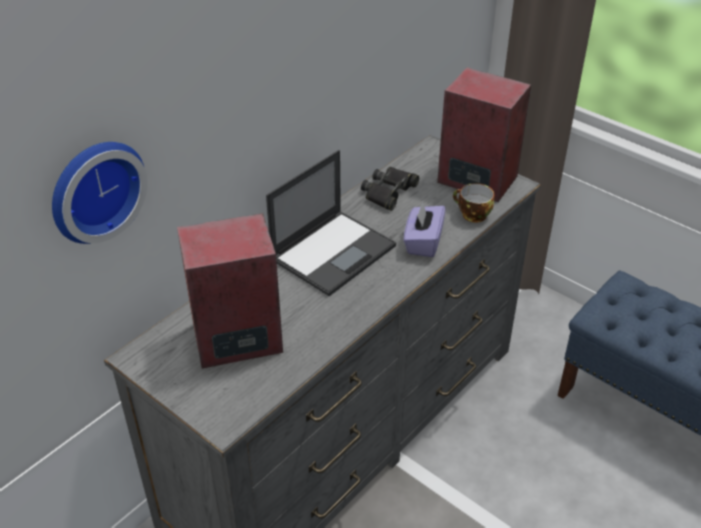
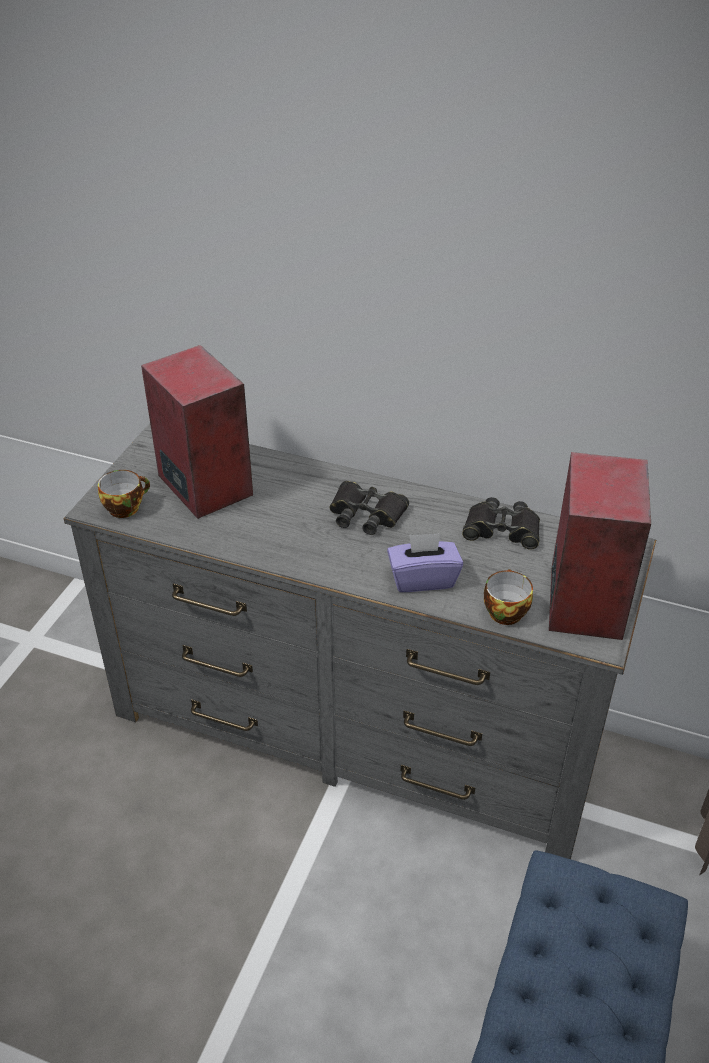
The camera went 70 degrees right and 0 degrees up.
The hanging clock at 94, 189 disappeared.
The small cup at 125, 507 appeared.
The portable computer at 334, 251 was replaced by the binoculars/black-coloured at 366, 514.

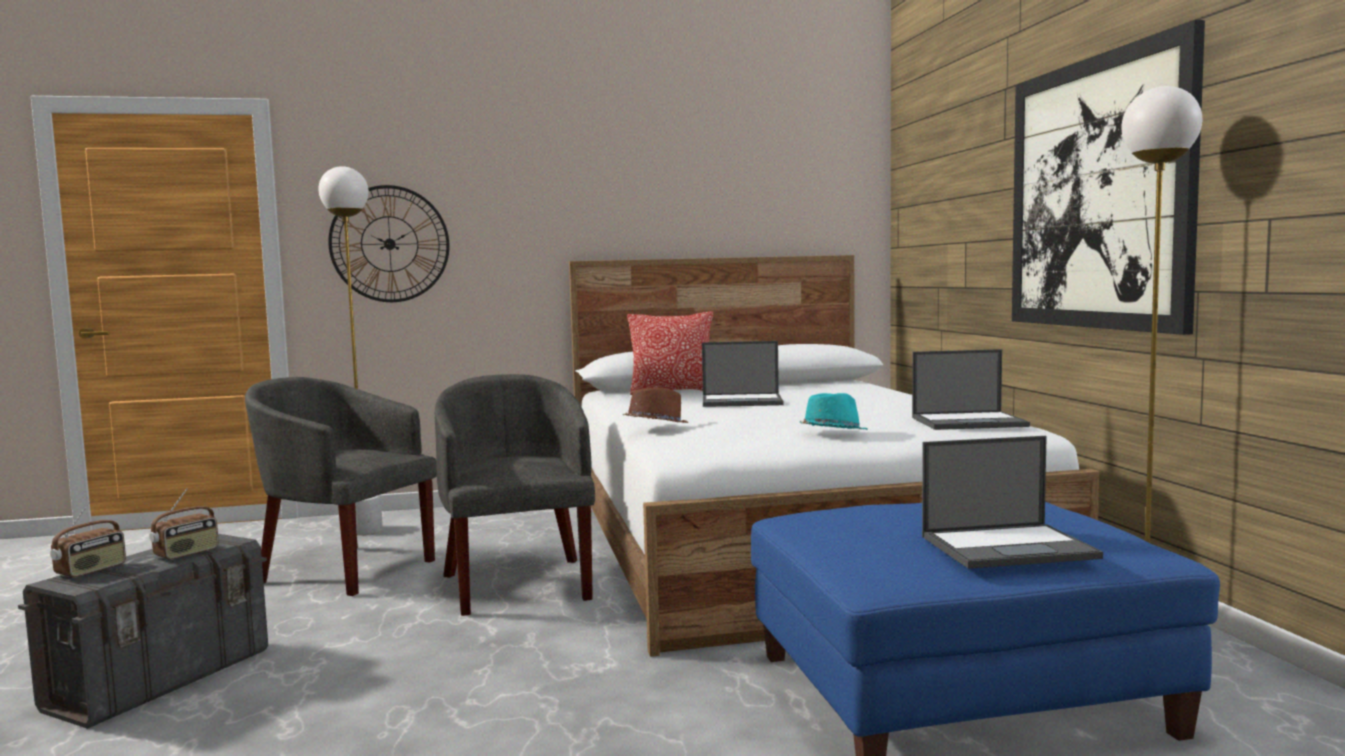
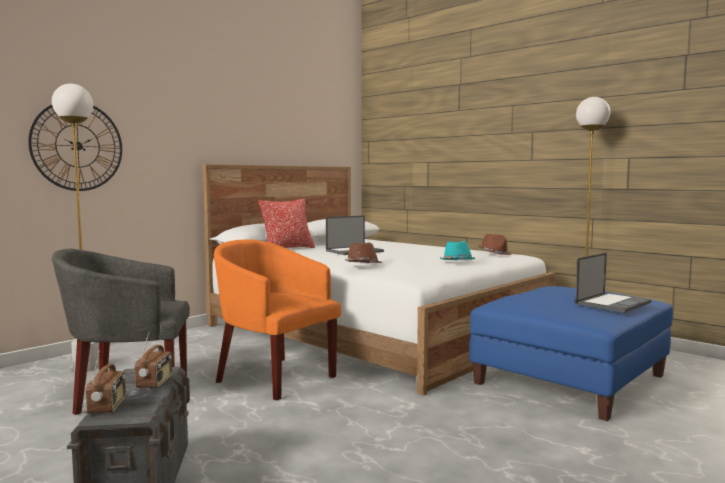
The camera went 35 degrees left and 0 degrees up.
The picture at 1097, 194 disappeared.
The portable computer at 969, 422 was replaced by the clothing hat/brownish at 494, 253.
The easy chair/grey at 518, 583 became the easy chair/orangey at 274, 377.

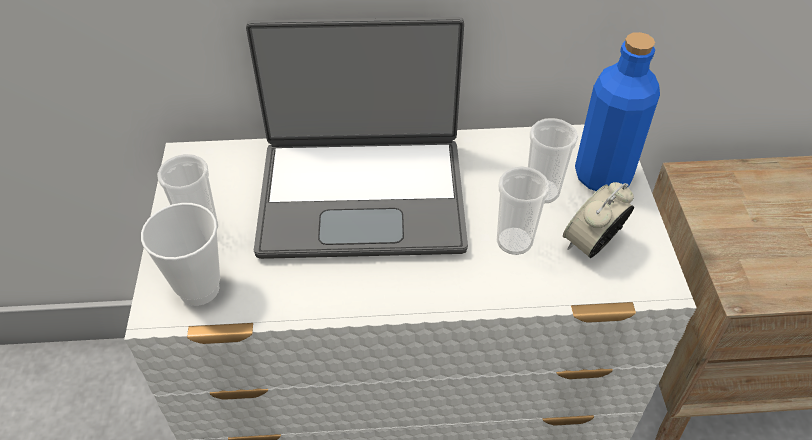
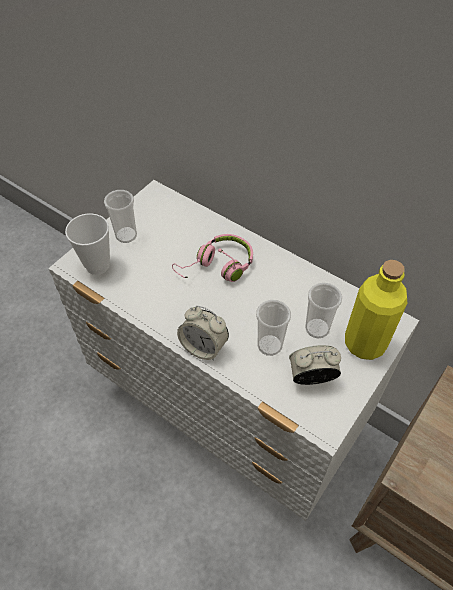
The camera went 40 degrees right and 5 degrees up.
The bedside clock at 204, 347 appeared.
The portable computer at 362, 195 was replaced by the pair of headphones/pink at 217, 267.
The beverage bottle/blue-coloured at 602, 176 became the beverage bottle/yellowish at 364, 343.

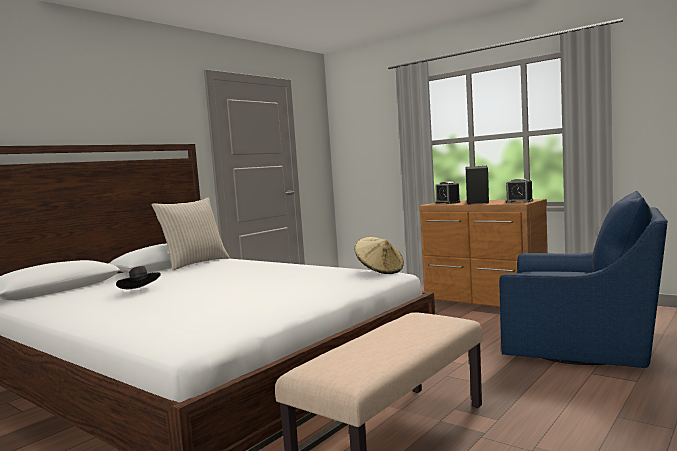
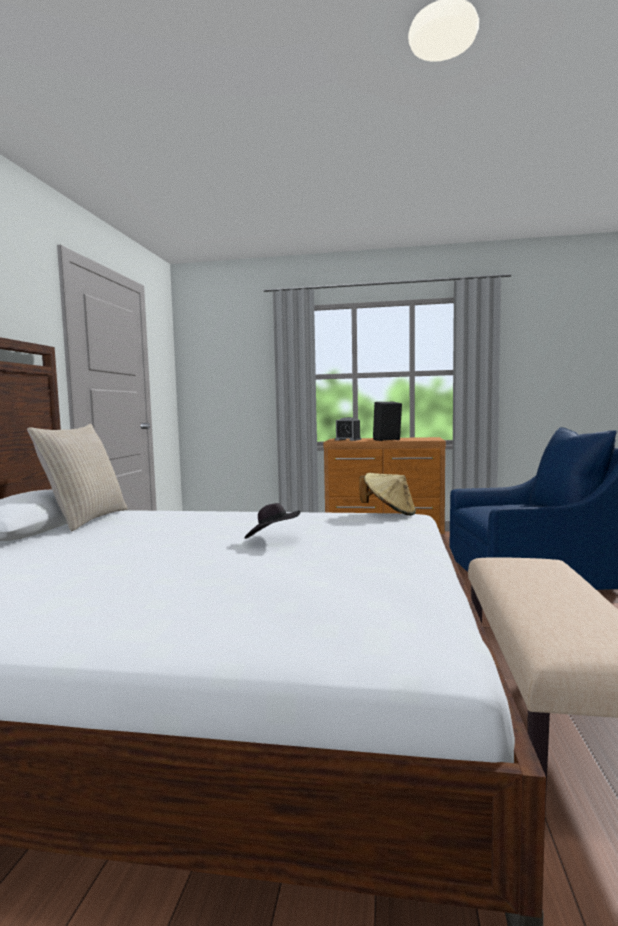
The camera went 30 degrees left and 0 degrees up.
The bedside clock at 519, 202 disappeared.
The clothing hat/black-coloured moved from 140, 291 to 273, 539.

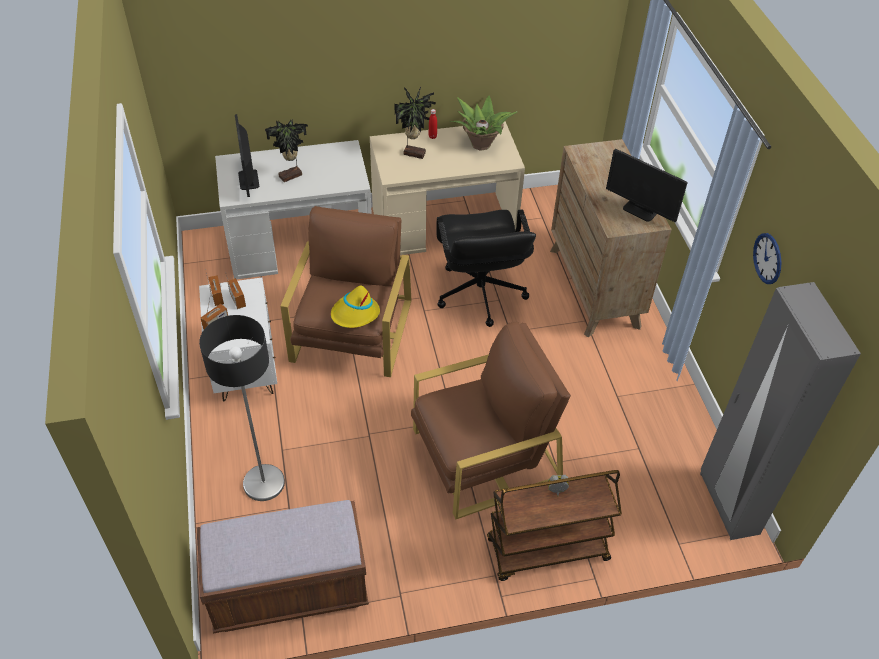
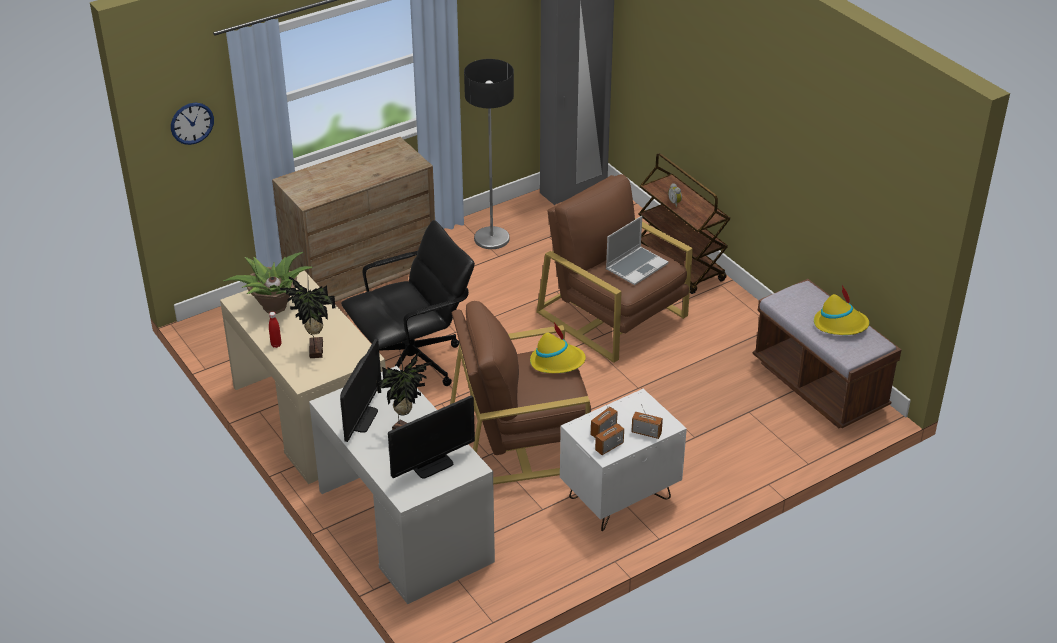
The camera went 110 degrees left and 10 degrees down.
The portable computer at 636, 266 appeared.
The clothing hat/yellowish at 840, 324 appeared.
The standard lamp moved from 263, 483 to 492, 238.
The monitor moved from 640, 210 to 361, 418.
The hanging clock moved from 767, 258 to 192, 123.

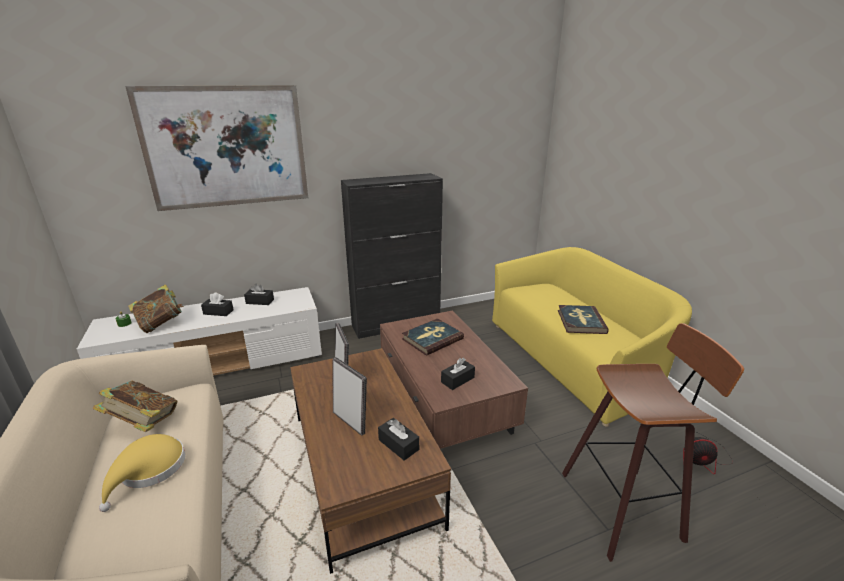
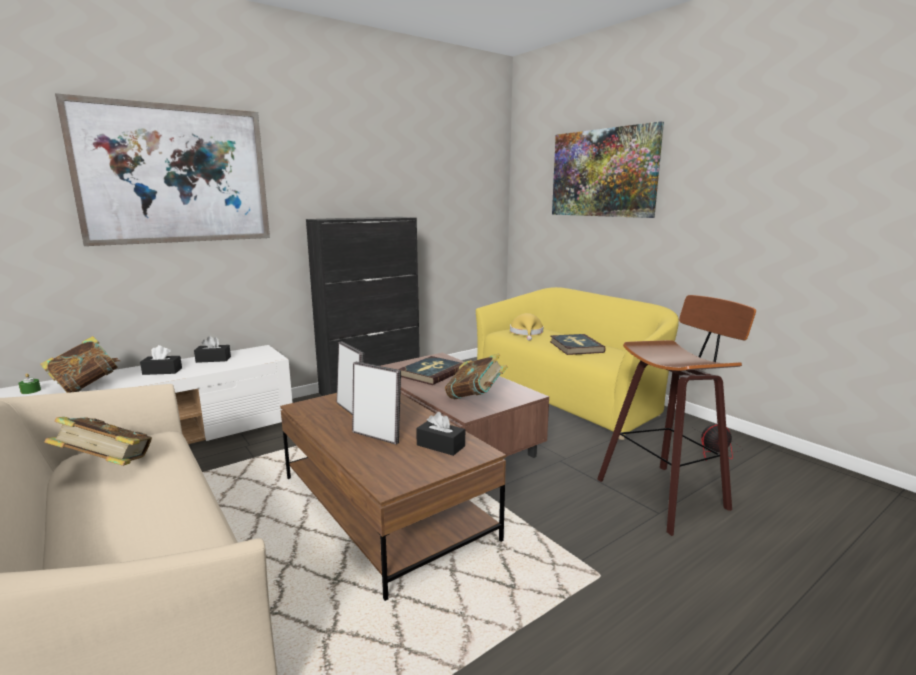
The camera went 15 degrees left and 10 degrees down.
The picture at 603, 173 appeared.
The clothing hat/yellowish moved from 149, 471 to 526, 333.
The tissue holder/black-coloured at 457, 380 was replaced by the volume at 475, 398.

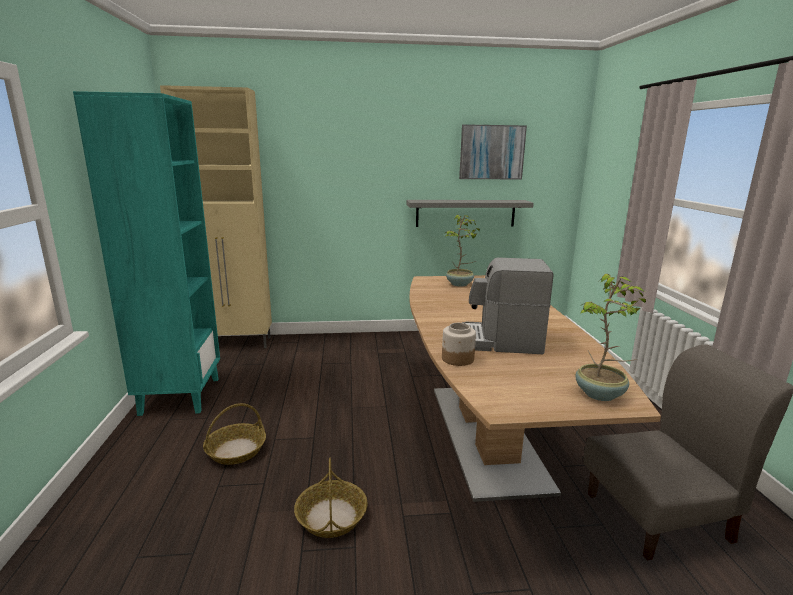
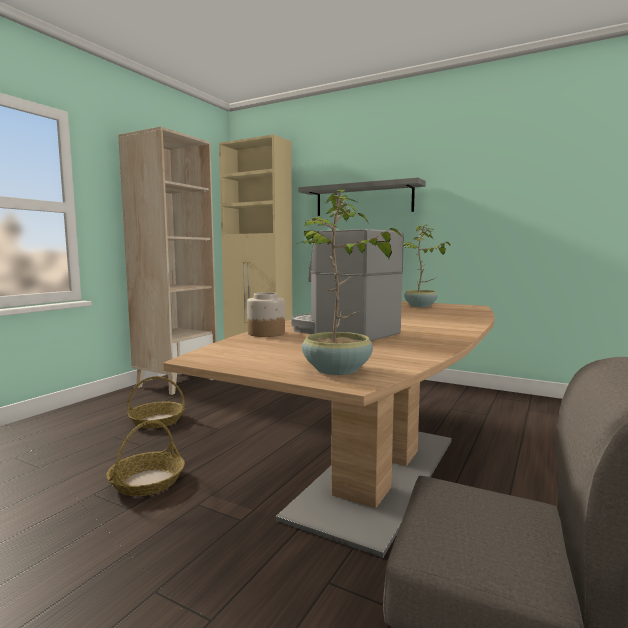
The camera went 35 degrees right and 10 degrees down.
The picture at 491, 152 disappeared.
The shelf/grey moved from 465, 213 to 363, 199.
The shelving unit/turquoise-coloured at 180, 395 became the shelving unit/sand-coloured at 176, 383.

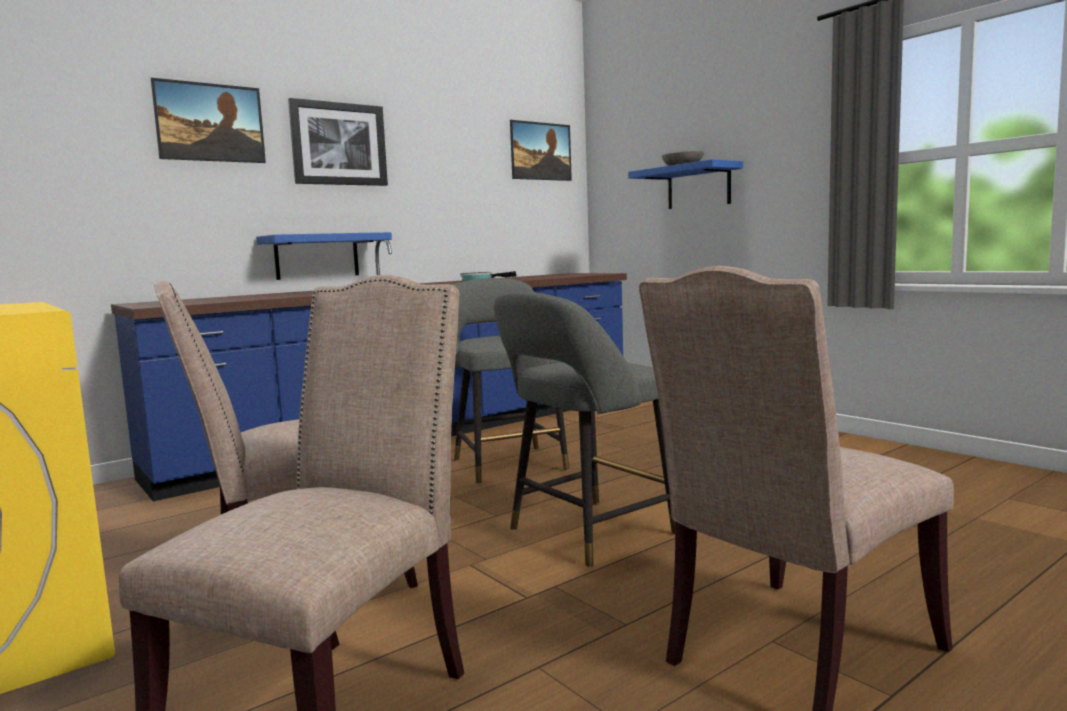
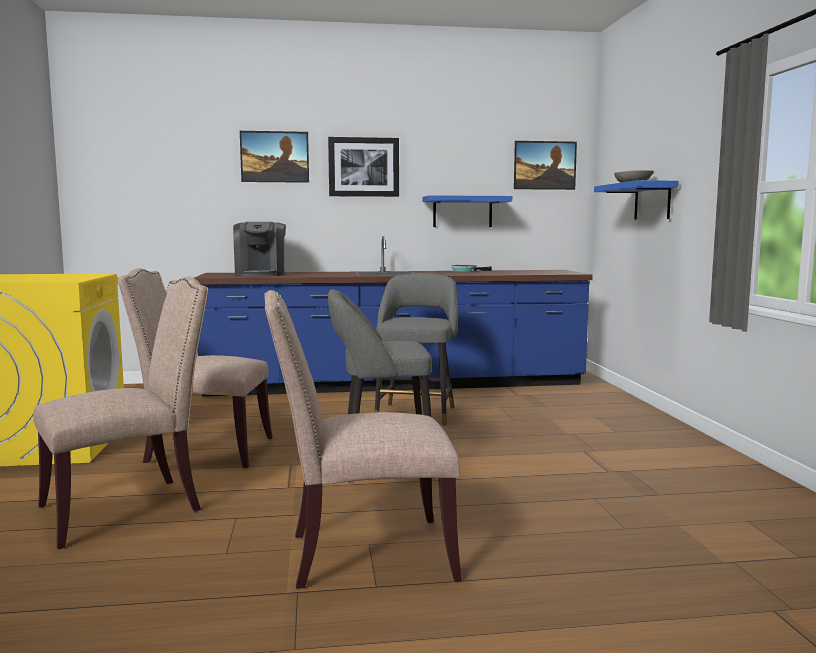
The camera went 30 degrees right and 0 degrees up.
The coffee brewer at 261, 274 appeared.
The shelf/blue-coloured moved from 317, 256 to 462, 212.

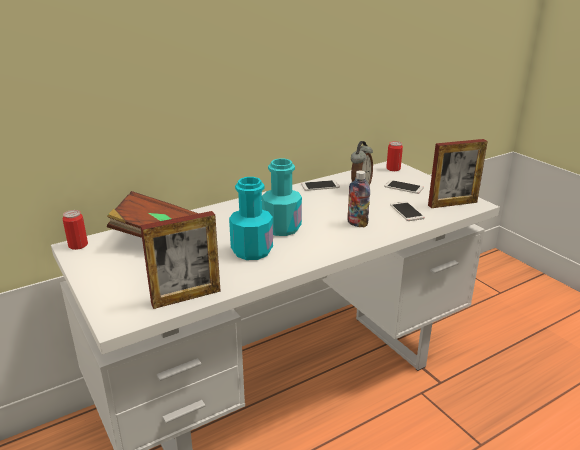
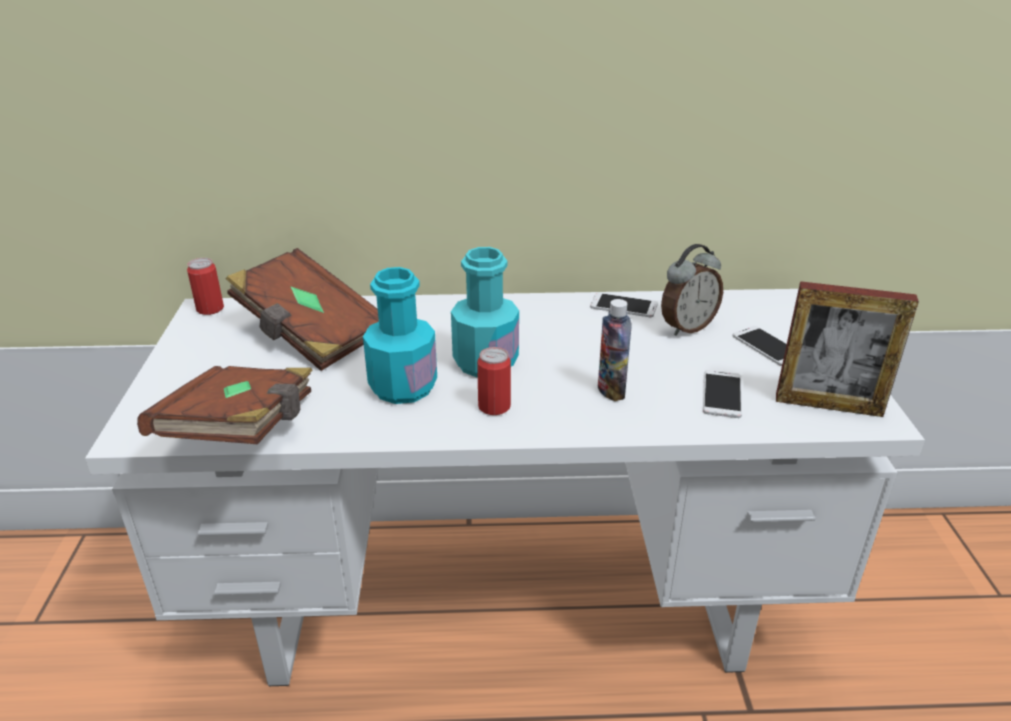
The camera went 30 degrees right and 5 degrees up.
The sealed can moved from 393, 169 to 494, 406.
The standing frame at 186, 297 was replaced by the volume/brownish at 244, 430.

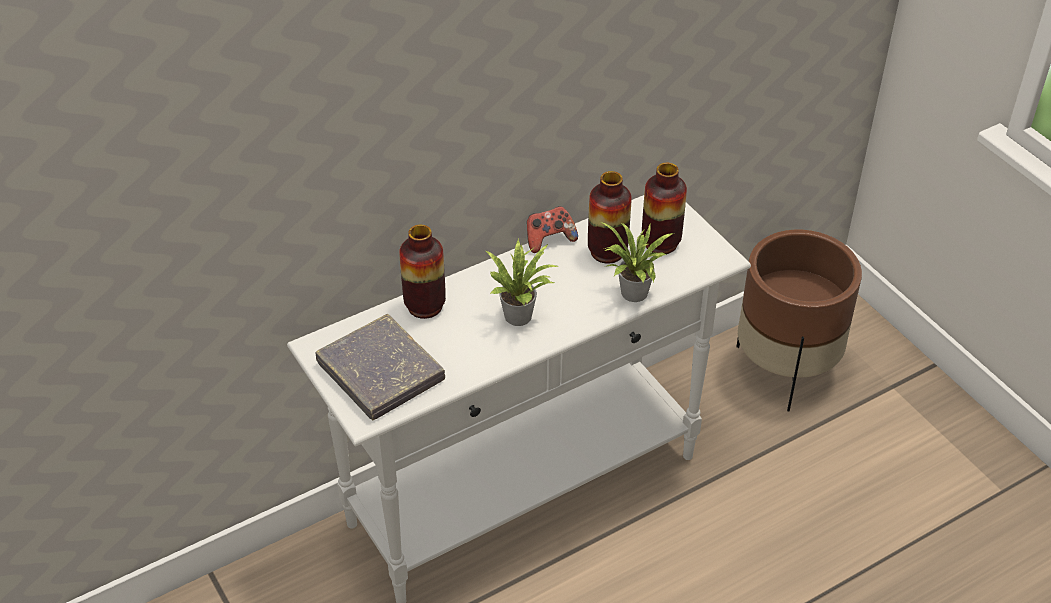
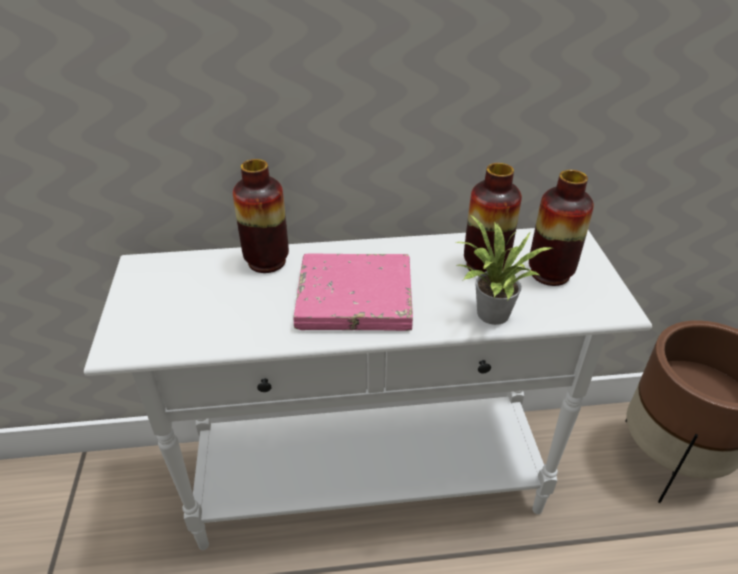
The camera went 25 degrees right and 5 degrees down.
The volume/grey at 380, 372 disappeared.
The joypad at 549, 240 disappeared.
The houseplant at 521, 315 was replaced by the volume/pink at 354, 298.

